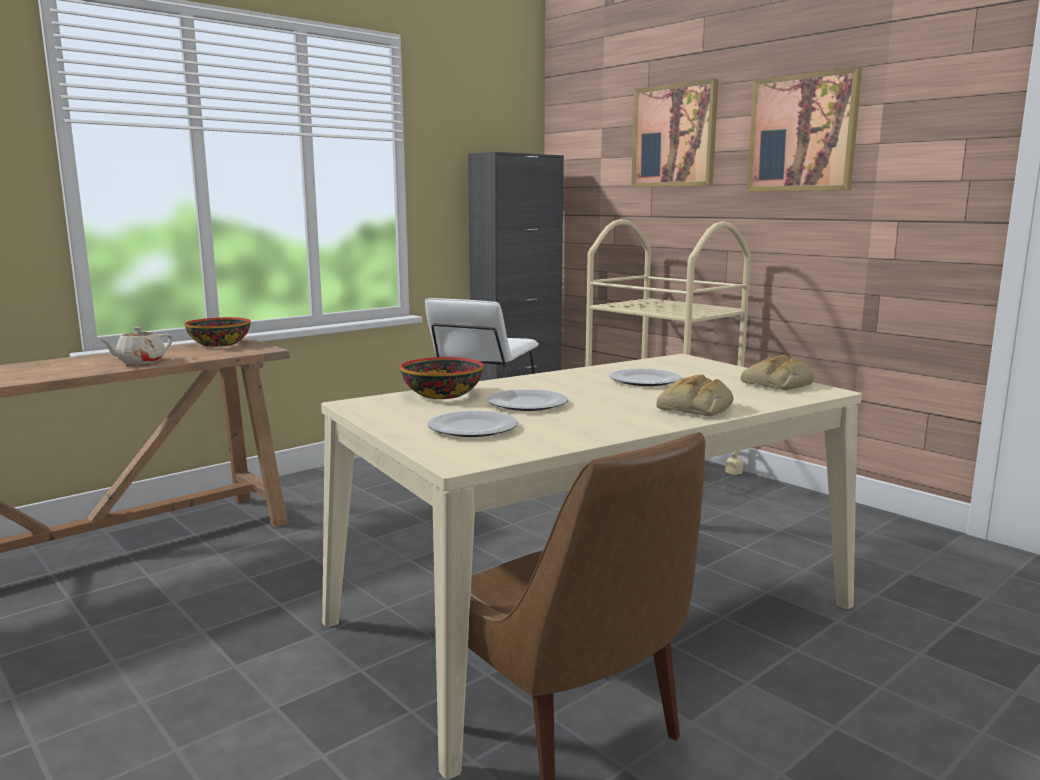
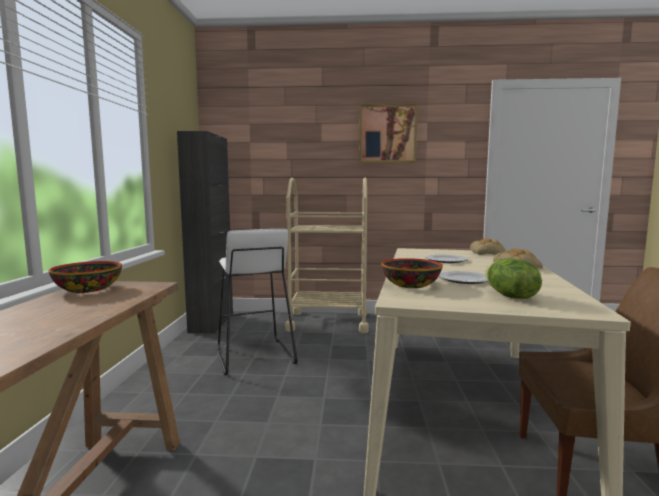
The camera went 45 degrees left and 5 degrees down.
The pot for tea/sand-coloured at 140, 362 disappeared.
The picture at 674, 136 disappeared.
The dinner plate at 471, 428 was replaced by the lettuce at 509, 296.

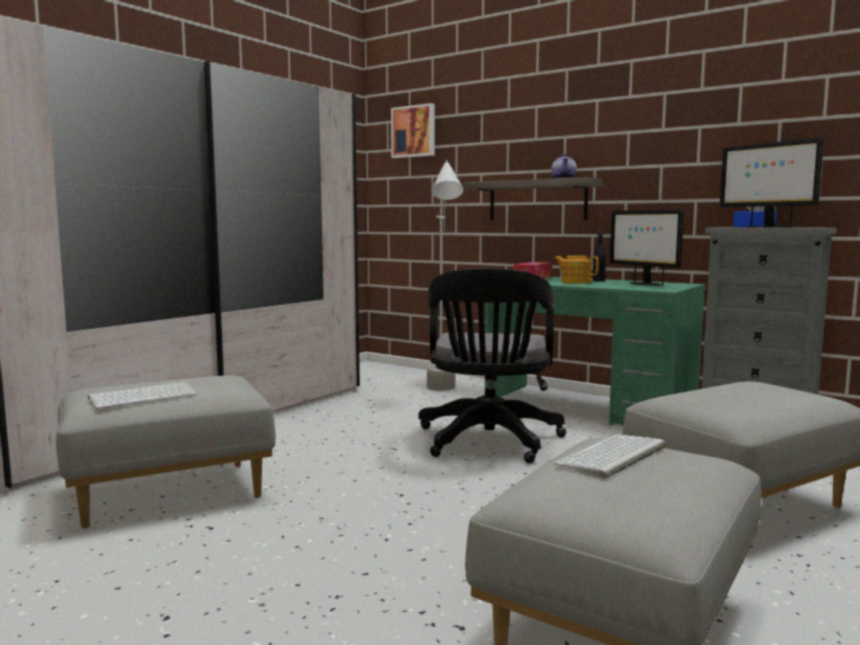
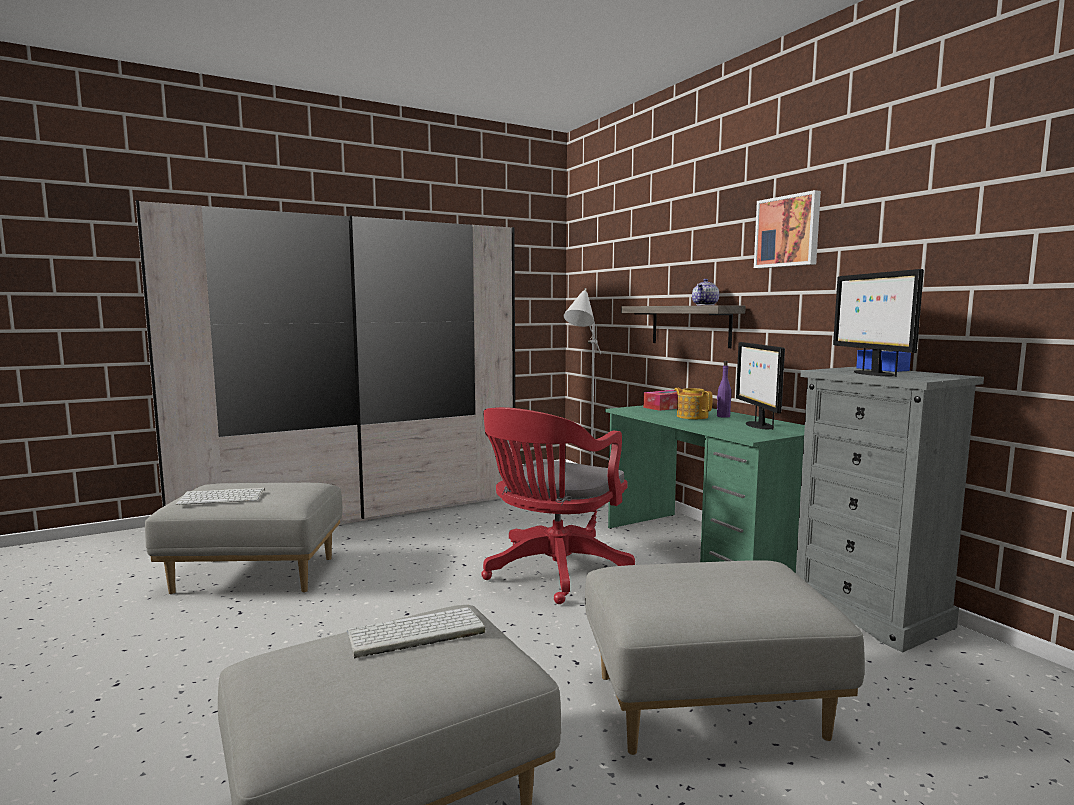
The camera went 25 degrees right and 0 degrees up.
The picture moved from 414, 131 to 788, 231.
The computer chair/black-coloured at 489, 442 became the computer chair/reddish at 553, 573.
The beverage bottle/black-coloured at 598, 281 became the beverage bottle/purple-coloured at 723, 416.

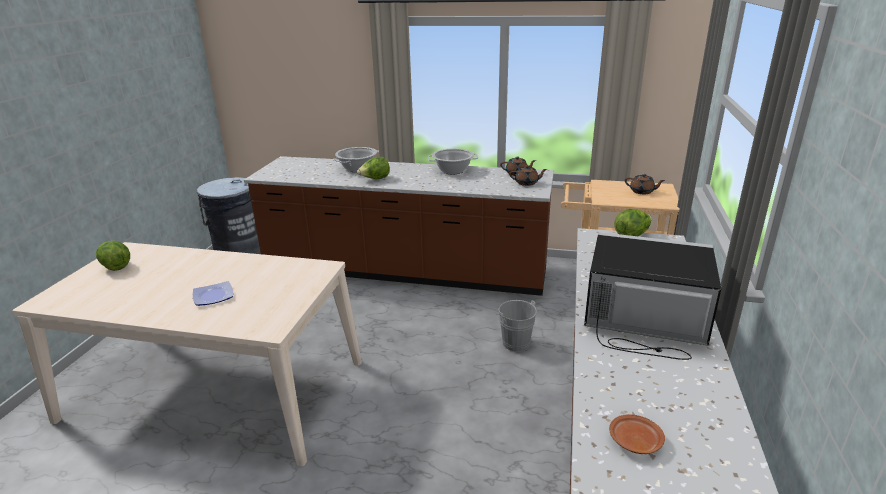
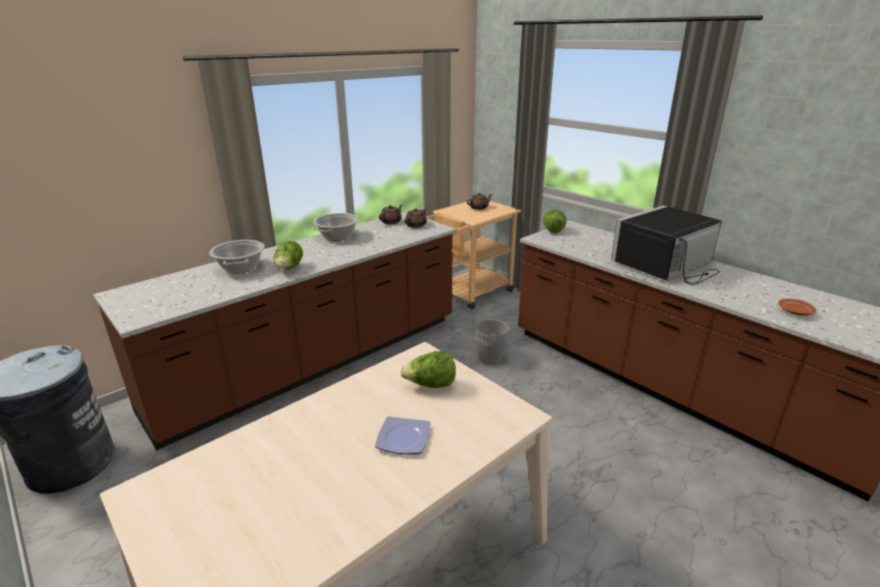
The camera went 55 degrees left and 0 degrees up.
The lettuce moved from 116, 266 to 430, 385.

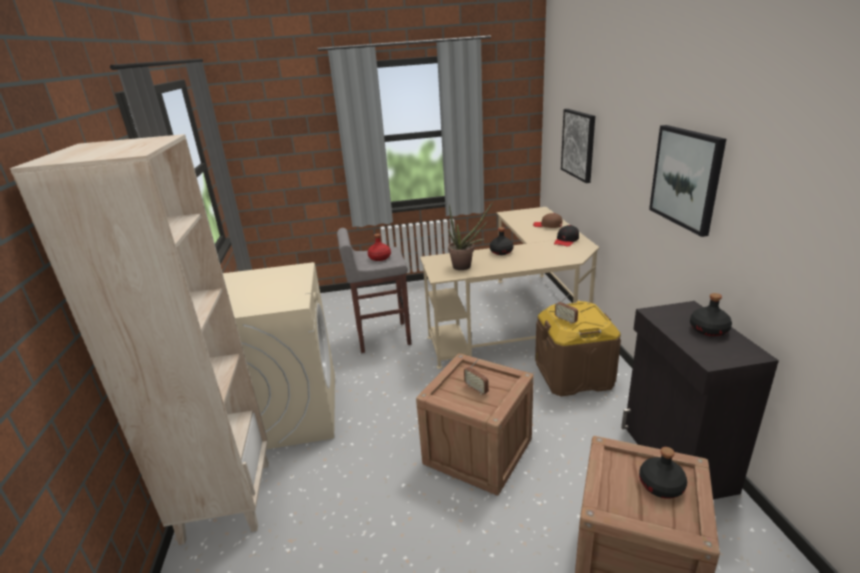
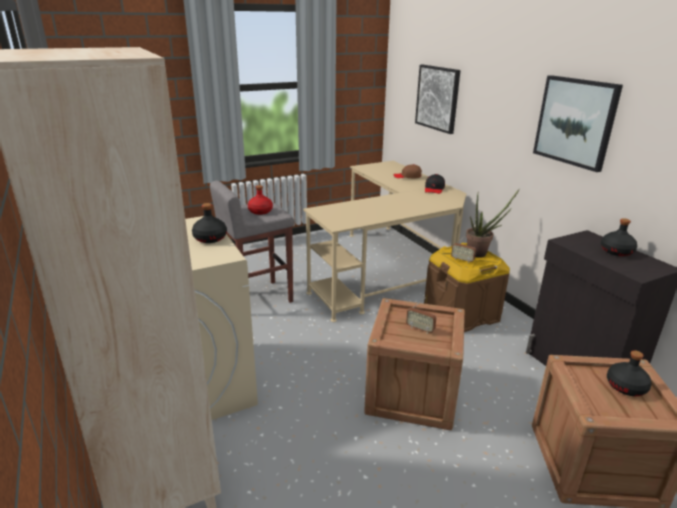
The camera went 20 degrees left and 0 degrees up.
The houseplant moved from 466, 266 to 481, 253.
The beverage bottle/black-coloured moved from 501, 252 to 210, 238.

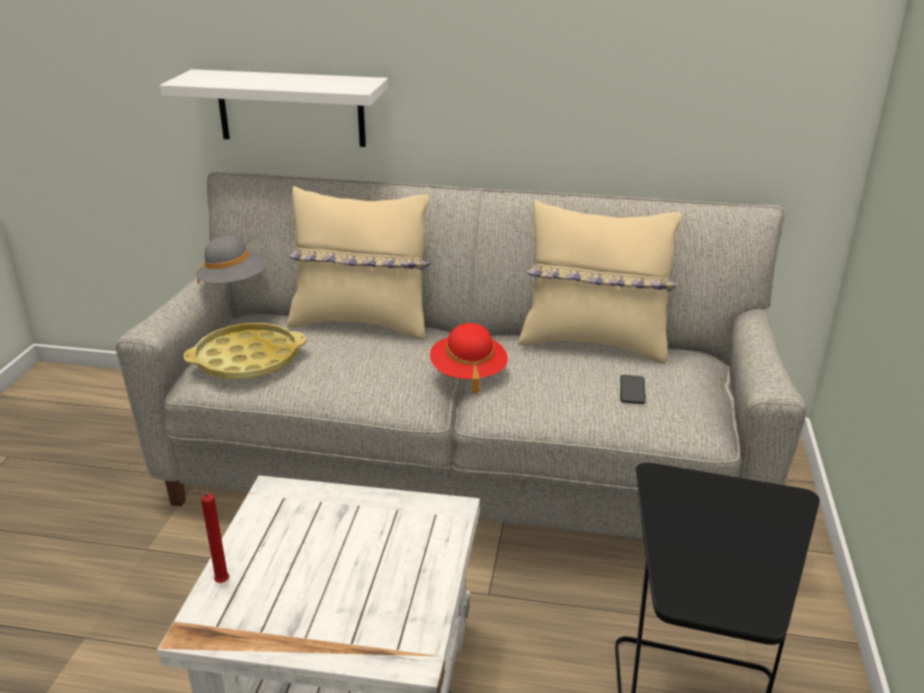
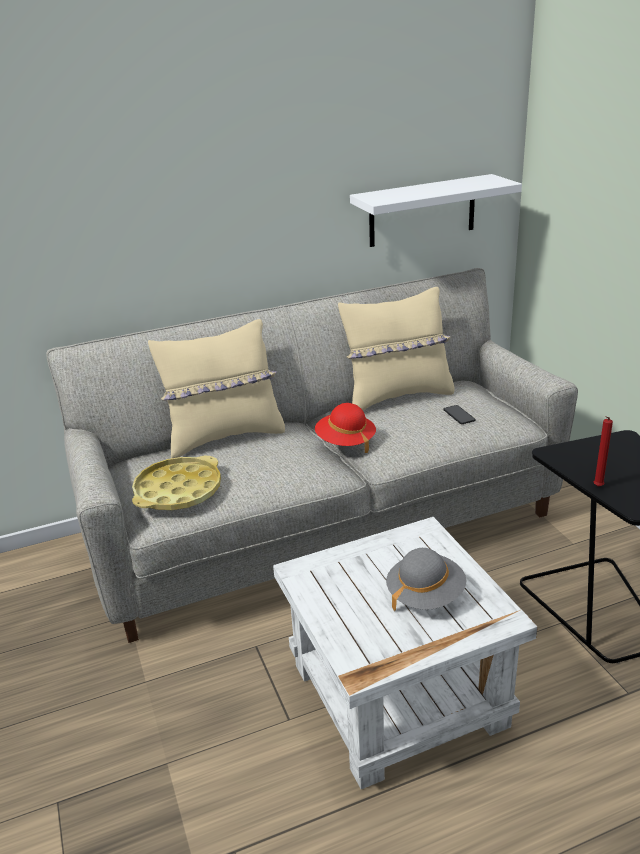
The camera went 30 degrees left and 0 degrees up.
The shelf/whitish moved from 291, 108 to 422, 211.
The wax candle/reddish moved from 219, 582 to 597, 487.
The clothing hat/grey moved from 234, 284 to 425, 595.

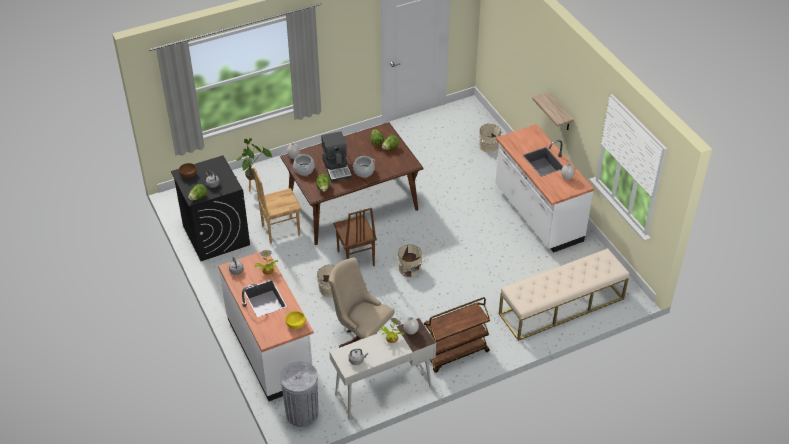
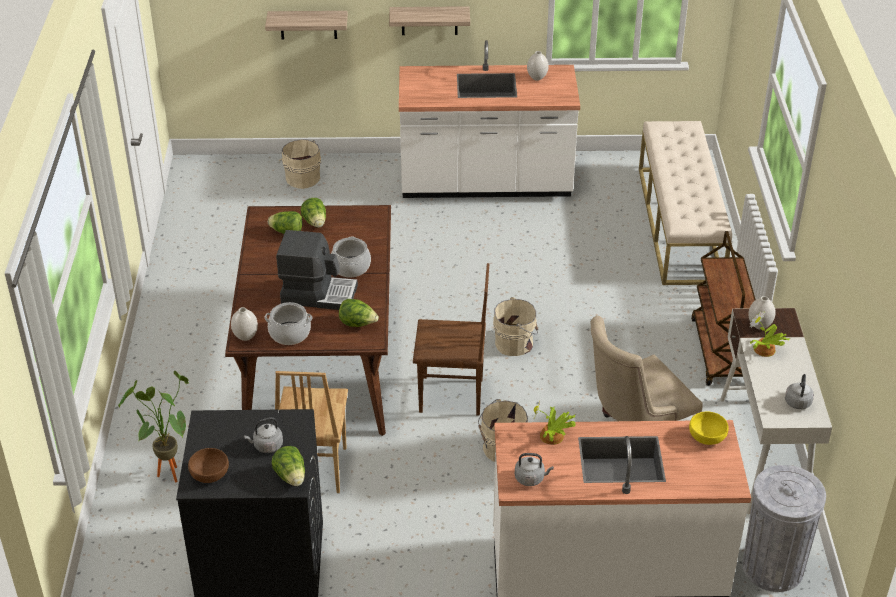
The camera went 65 degrees left and 5 degrees down.
The shelf at 308, 24 appeared.

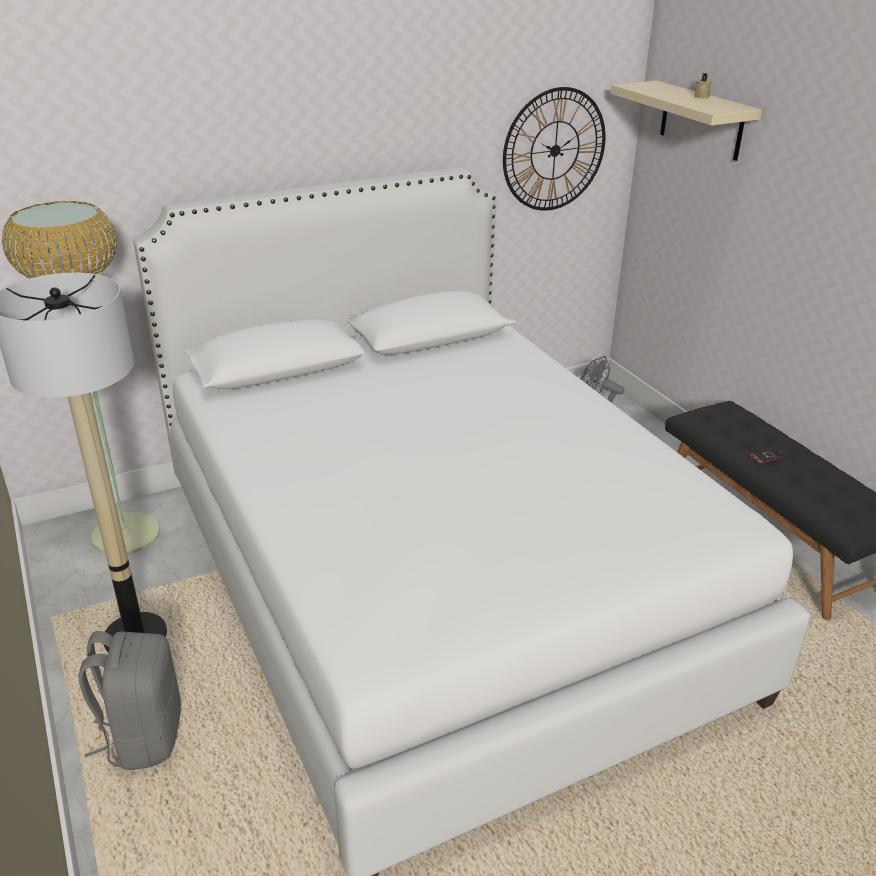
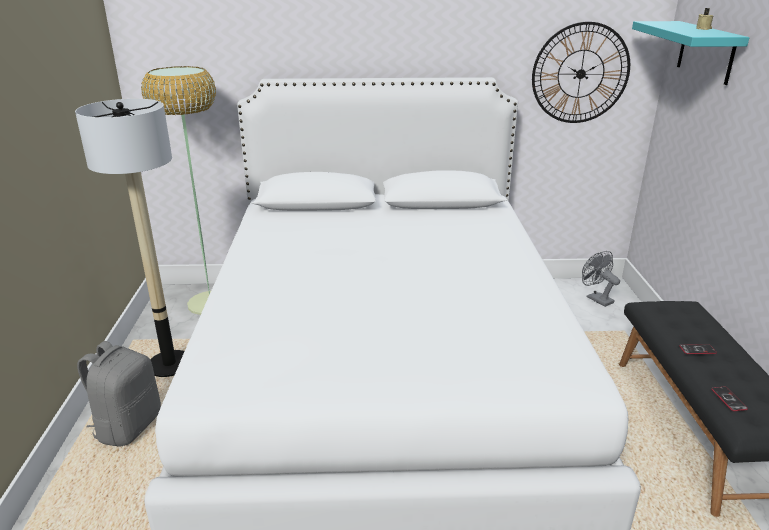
The camera went 25 degrees right and 5 degrees down.
The phone at 728, 399 appeared.
The shelf/sand-coloured at 701, 120 became the shelf/turquoise-coloured at 706, 52.

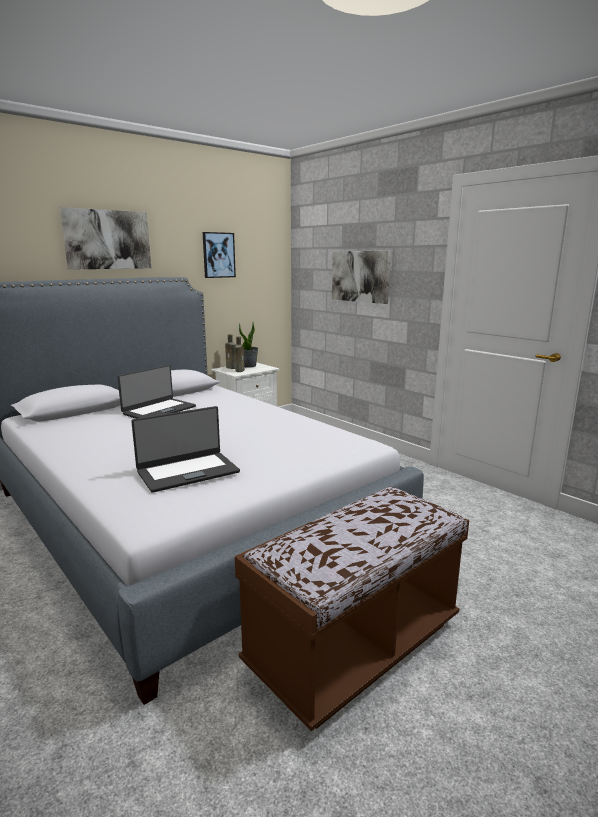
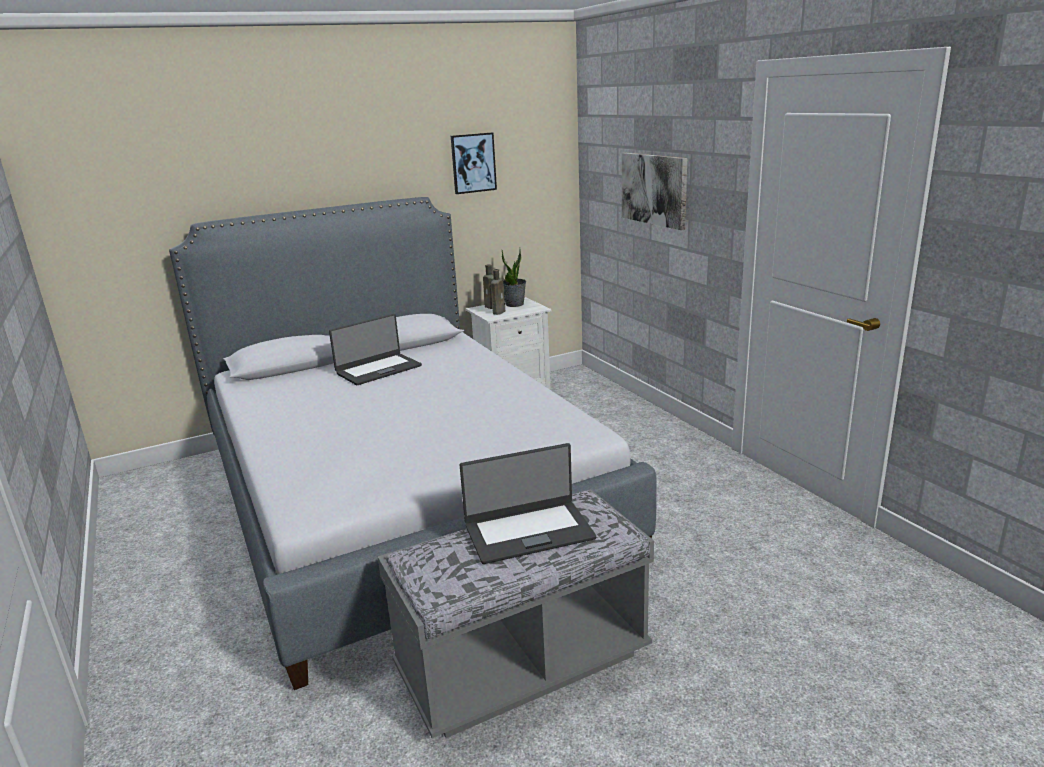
The camera went 15 degrees right and 5 degrees up.
The picture at 107, 239 disappeared.
The portable computer moved from 187, 471 to 528, 531.
The bench/brownish at 354, 645 became the bench/grey at 522, 663.

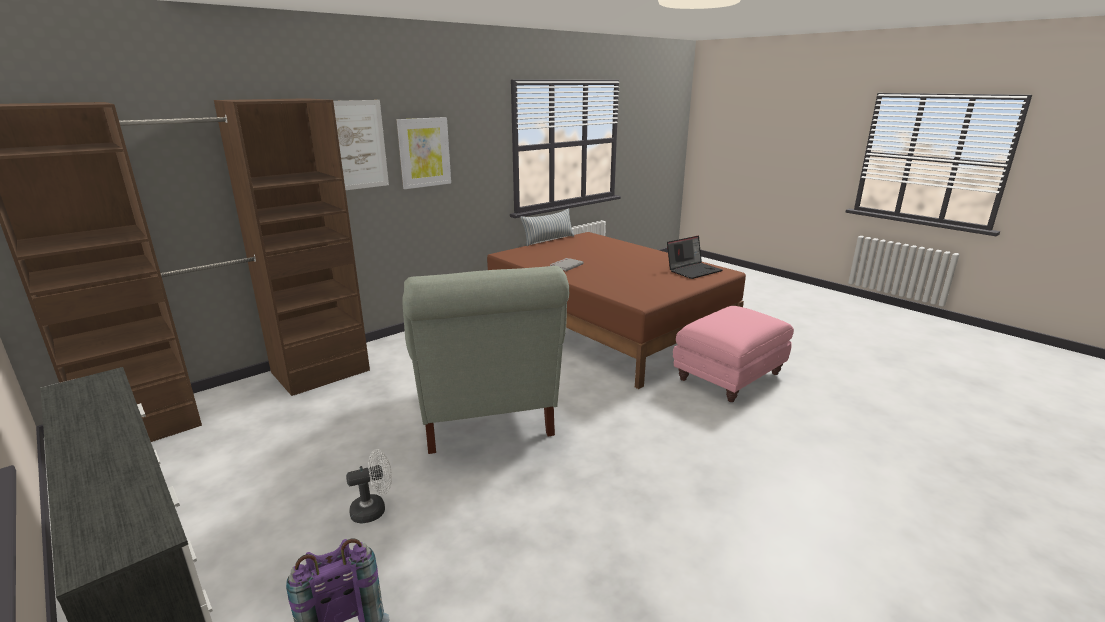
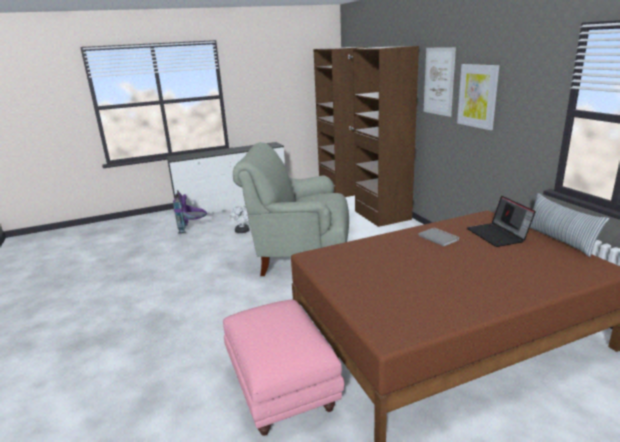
The camera went 110 degrees right and 0 degrees up.
The portable computer moved from 693, 270 to 498, 235.

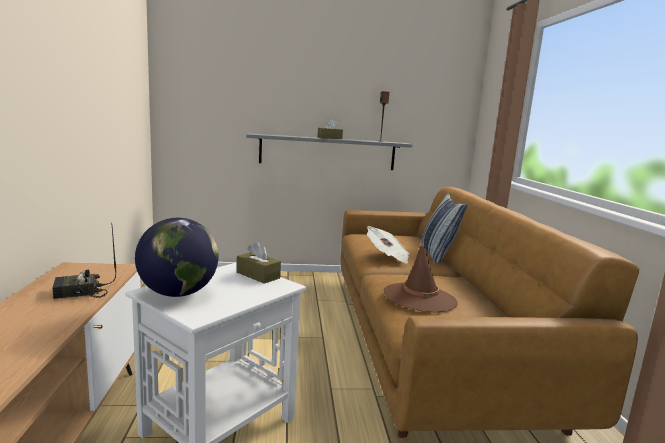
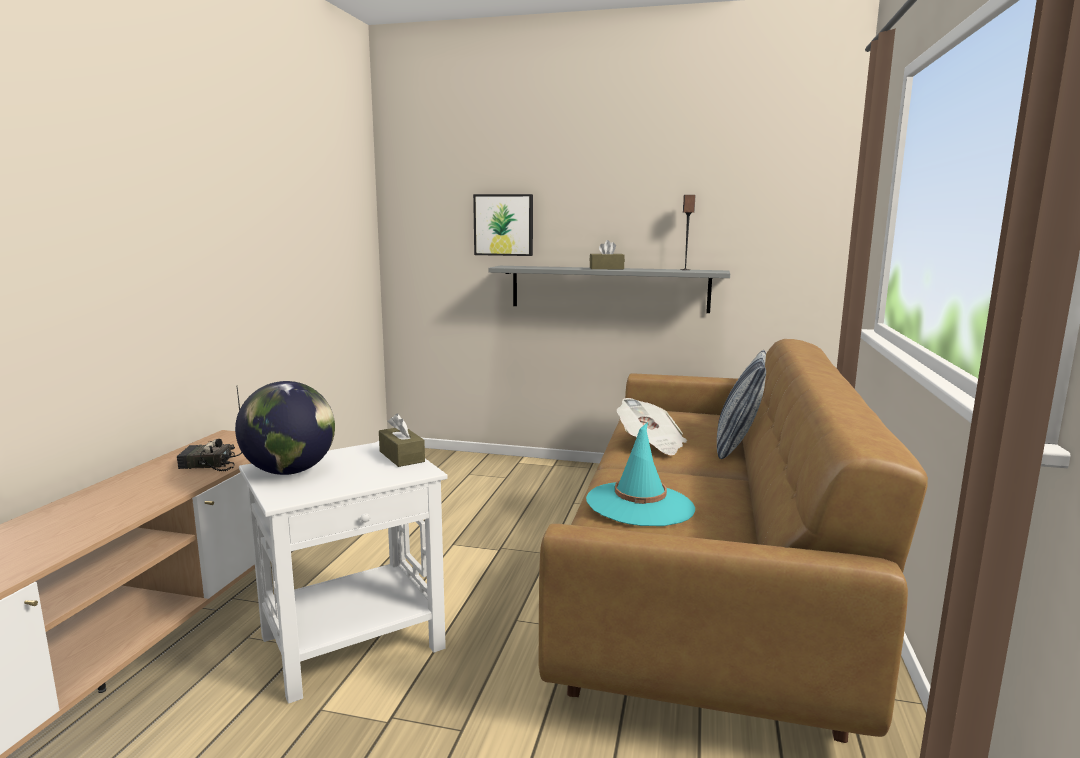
The camera went 20 degrees right and 0 degrees up.
The picture at 504, 225 appeared.
The clothing hat/brownish at 419, 298 became the clothing hat/turquoise-coloured at 640, 504.

